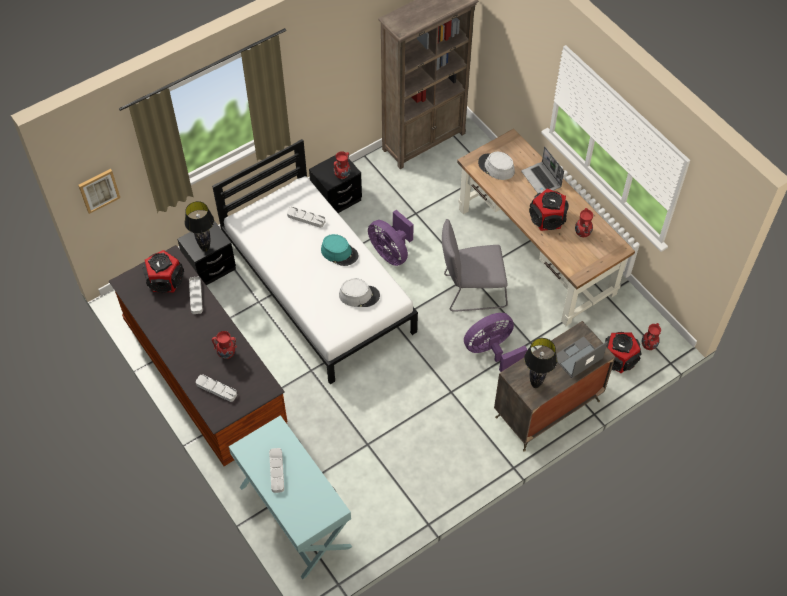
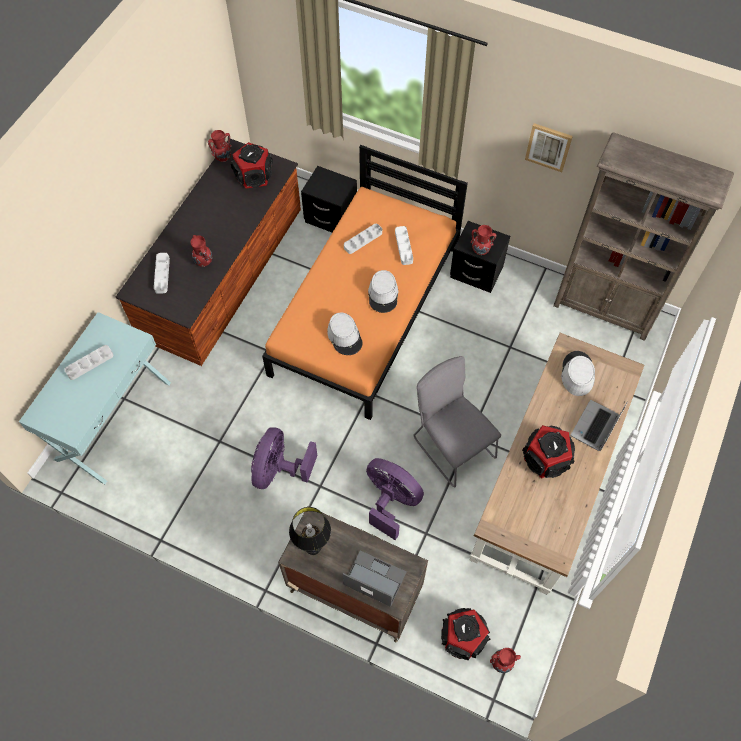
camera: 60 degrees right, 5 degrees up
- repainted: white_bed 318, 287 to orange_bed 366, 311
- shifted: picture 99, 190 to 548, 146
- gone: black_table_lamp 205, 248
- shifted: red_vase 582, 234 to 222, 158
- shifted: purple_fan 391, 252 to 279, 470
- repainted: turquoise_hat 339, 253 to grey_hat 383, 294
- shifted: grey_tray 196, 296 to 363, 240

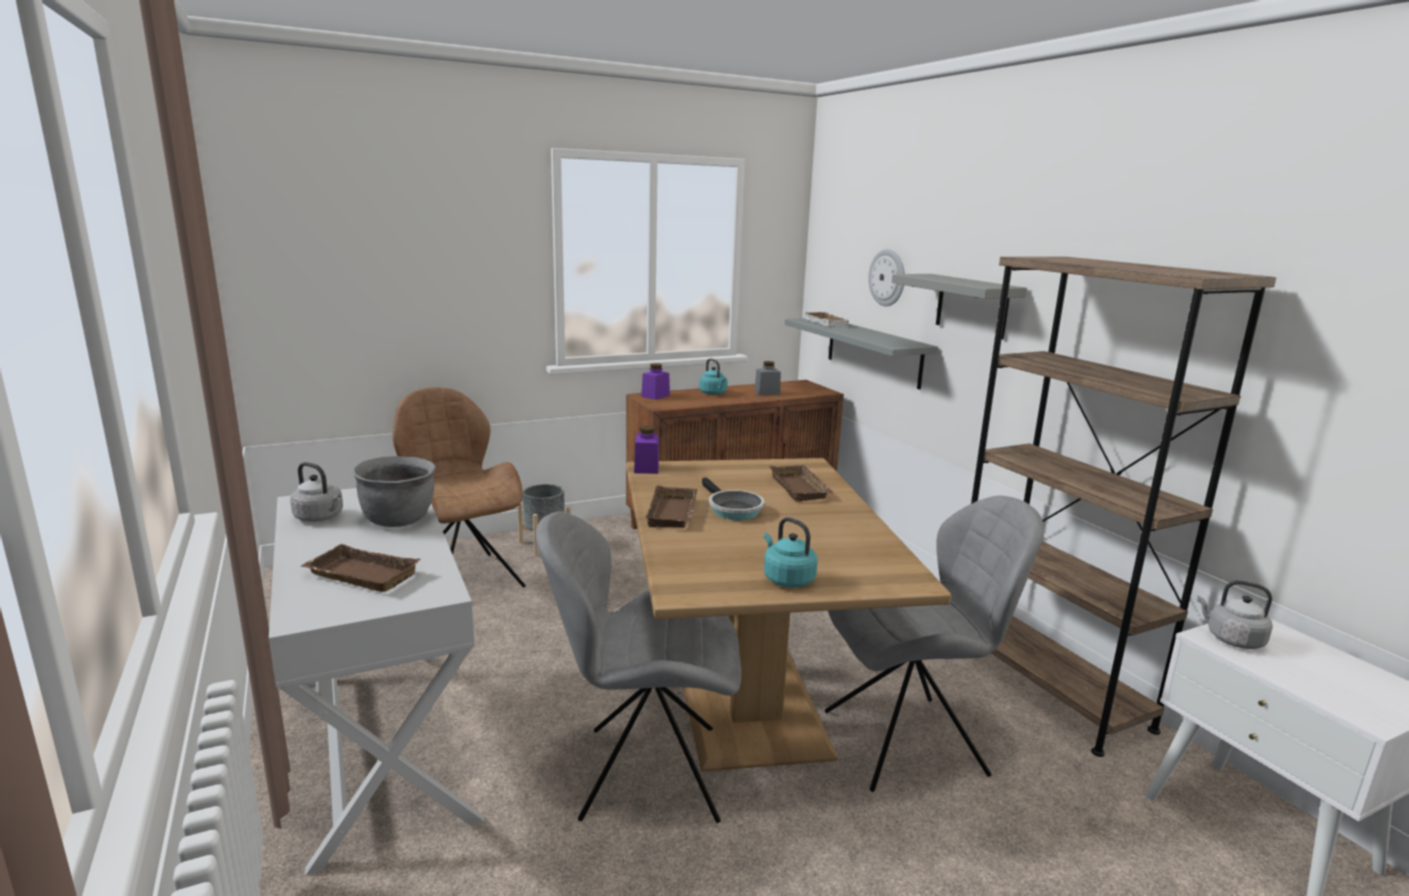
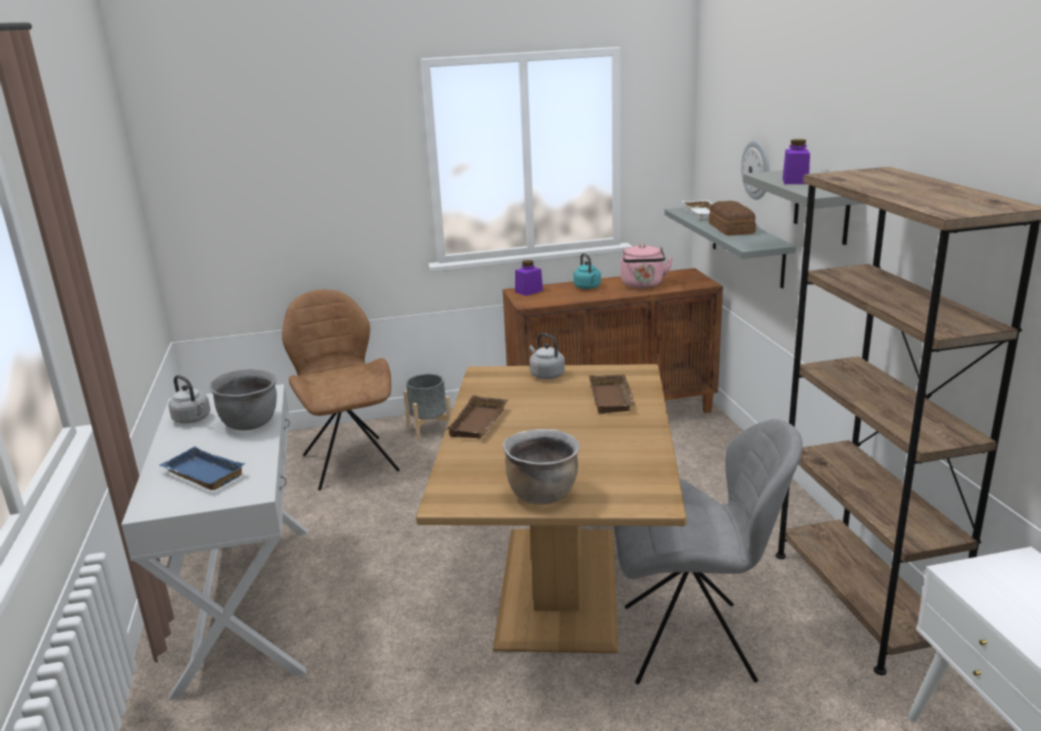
camera: 15 degrees right, 5 degrees up
- swapped: grey_jar 767, 392 to pink_kettle 642, 285
- shifted: purple_jar 646, 468 to 795, 181
- gone: frying_pan 732, 509
- gone: grey_chair 645, 773
- swapped: turquoise_kettle 786, 579 to brown_cooking_pot 542, 494
- repainted: brown_tray 359, 576 to blue_tray 201, 475
- shifted: grey_kettle 1231, 639 to 546, 374
- new: bread 730, 229

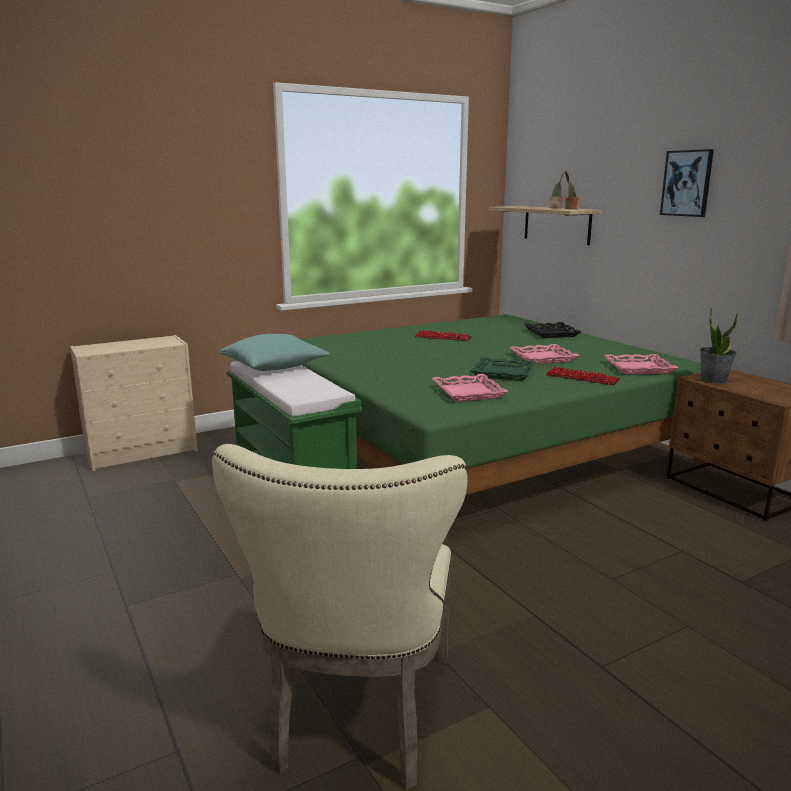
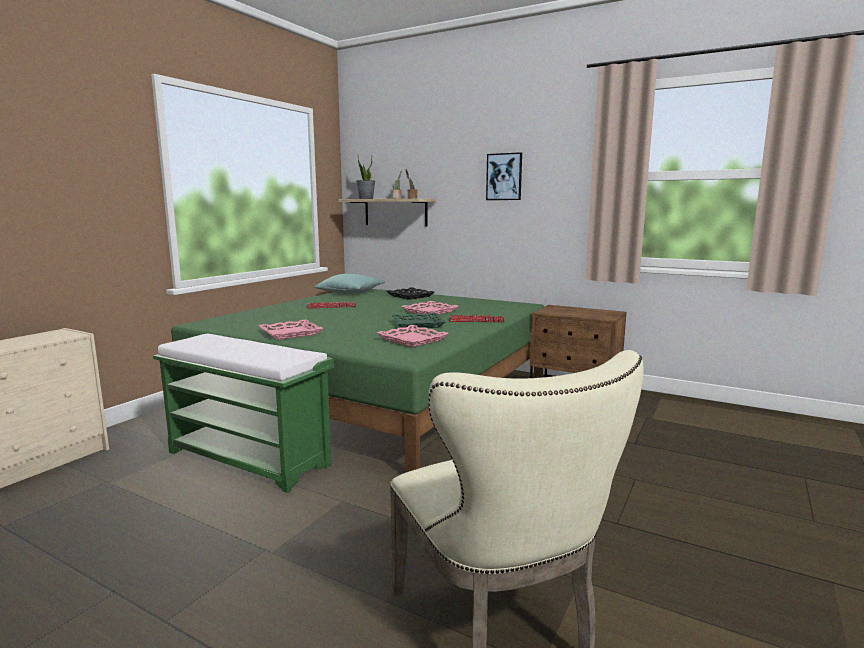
camera: 30 degrees left, 5 degrees down
- shifted: potted_plant 713, 380 to 366, 198
- shifted: turquoise_pillow 274, 366 to 350, 293
- shifted: pink_tray 639, 368 to 290, 333

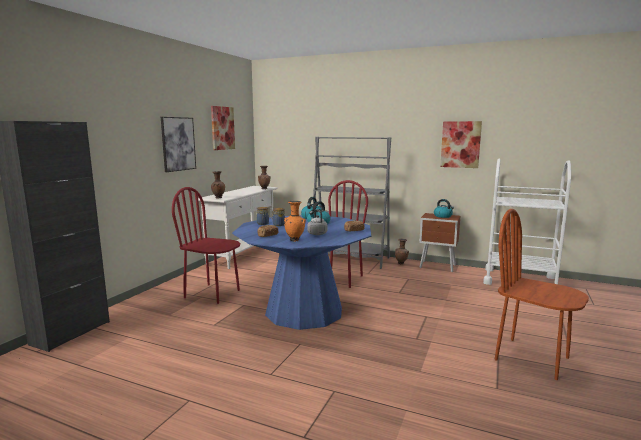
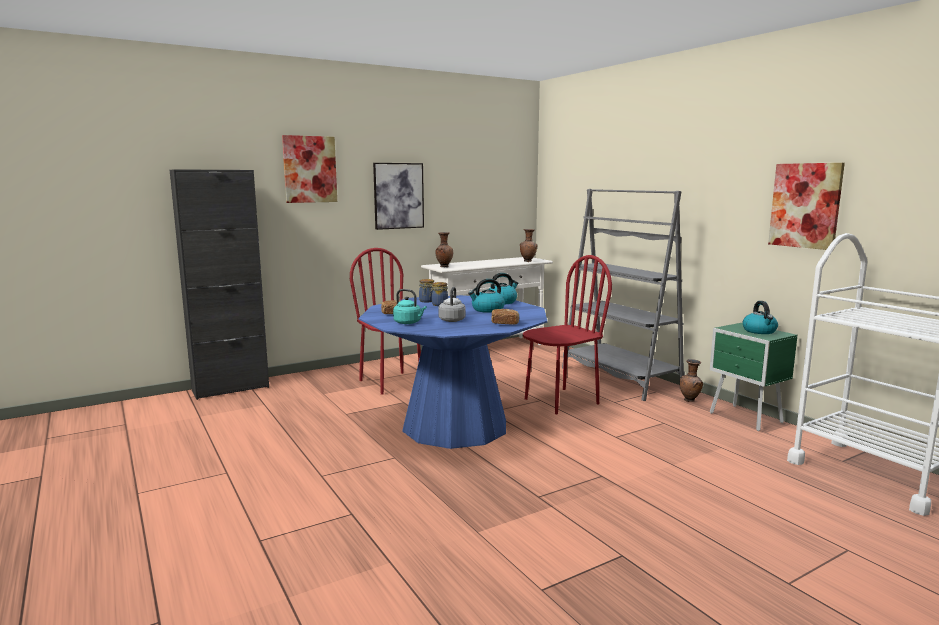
camera: 35 degrees right, 0 degrees up
- shifted: picture 222, 128 to 309, 169
- swapped: orange_vase 295, 240 to turquoise_kettle 409, 323
- gone: brown_chair 532, 358
- repainted: brown_nightstand 438, 267 to green_nightstand 746, 418

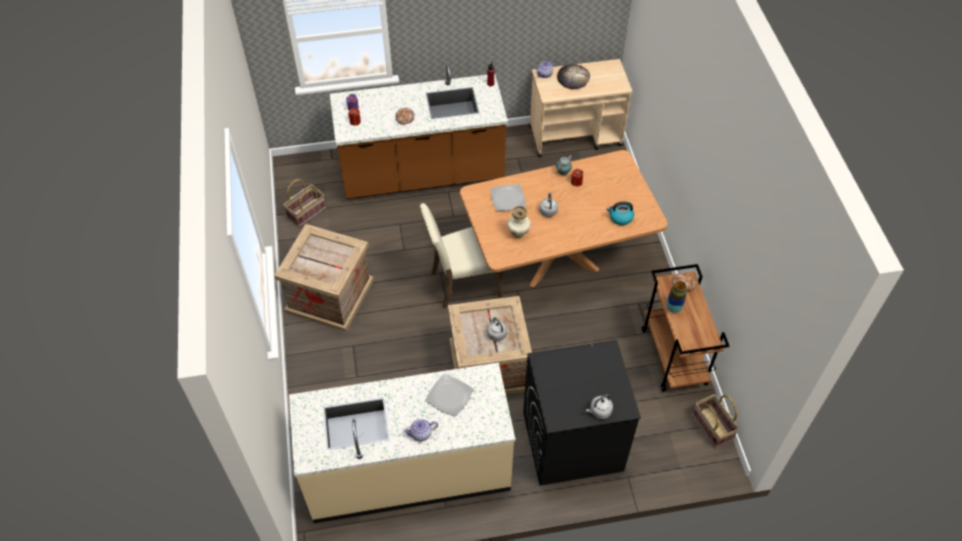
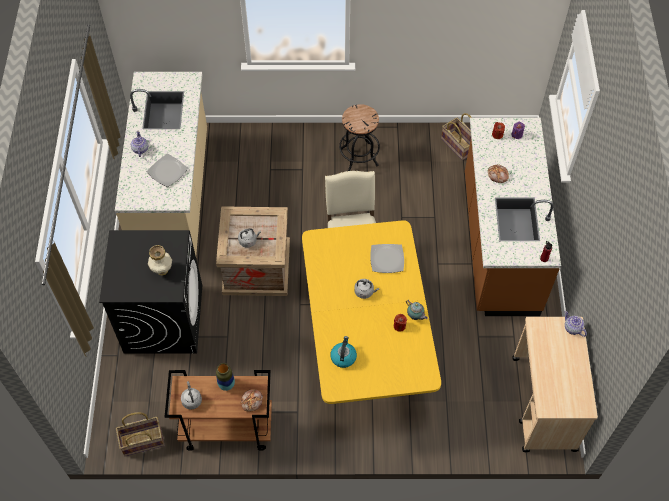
camera: 100 degrees right, 5 degrees up
- gone: bread 573, 78
- repainted: brown_dining_table 556, 260 to yellow_dining_table 365, 347
- shifted: vase 518, 234 to 162, 270
- swapped: crate 330, 295 to black_stool 359, 157
- shifted: grey_kettle 599, 411 to 191, 400

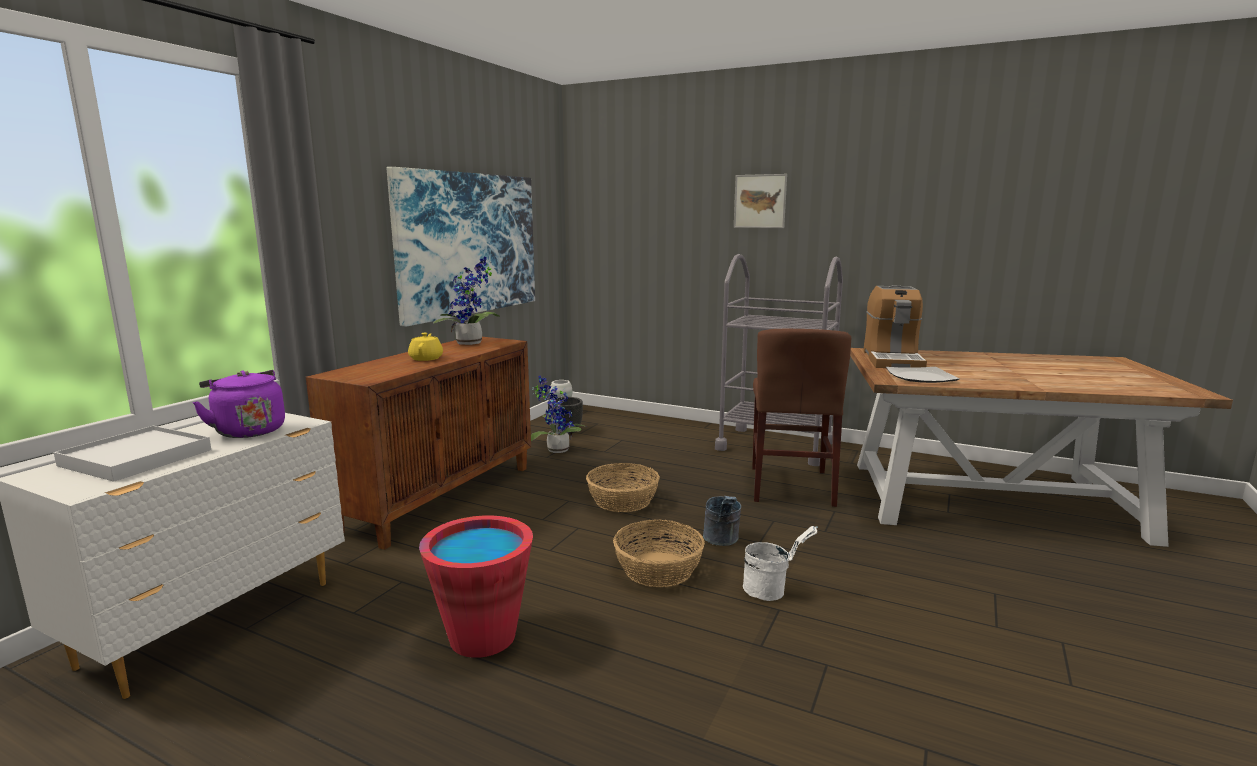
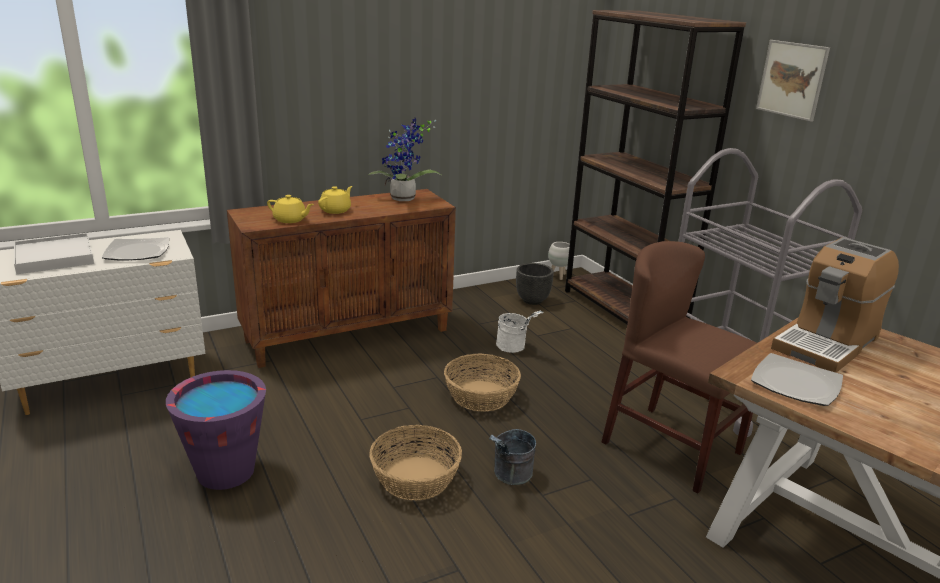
camera: 35 degrees right, 10 degrees up
- gone: picture 469, 244
- rotated: brown_chair 791, 485 = 672, 447 90 degrees clockwise
- swapped: purple_kettle 248, 430 to plate 138, 251
- gone: potted_plant 556, 449
- repainted: red_bucket 482, 637 to purple_bucket 225, 471
- shifted: white_bucket 772, 590 to 515, 348
- new: brown_bookcase 623, 311
- new: yellow_teapot 290, 220

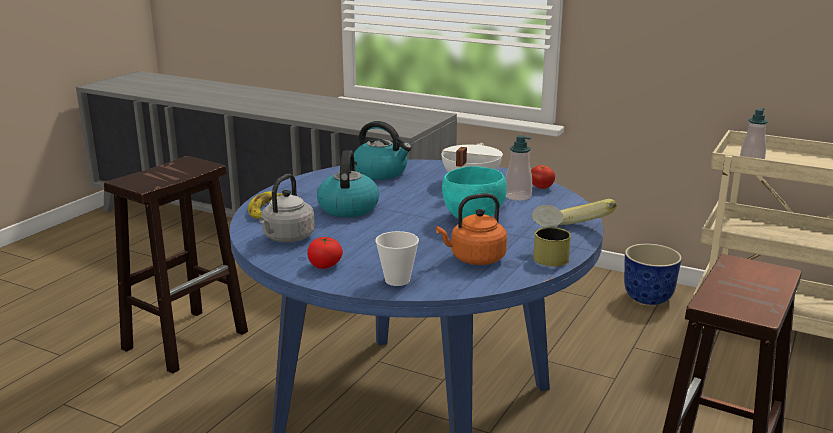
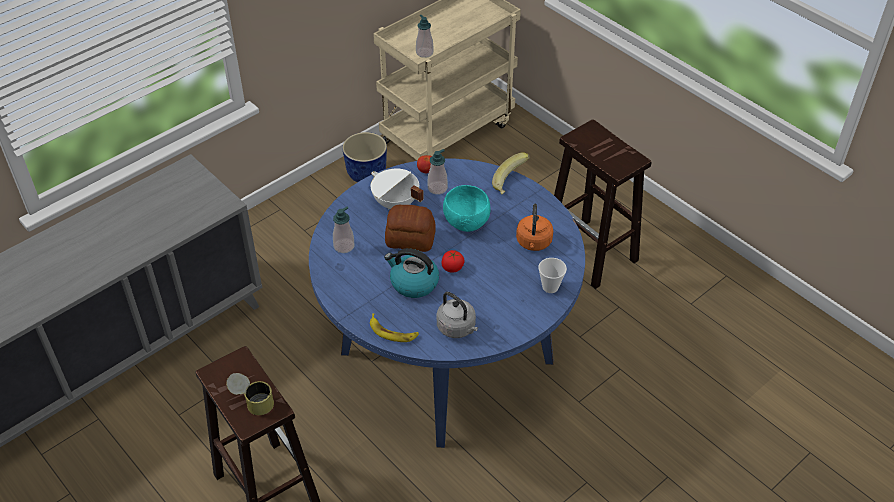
camera: 70 degrees left, 25 degrees up
- swapped: kettle 381, 173 to soap_dispenser 344, 246
- shifted: can 549, 254 to 252, 402
- shifted: tomato 325, 265 to 452, 267
- new: bread 410, 239

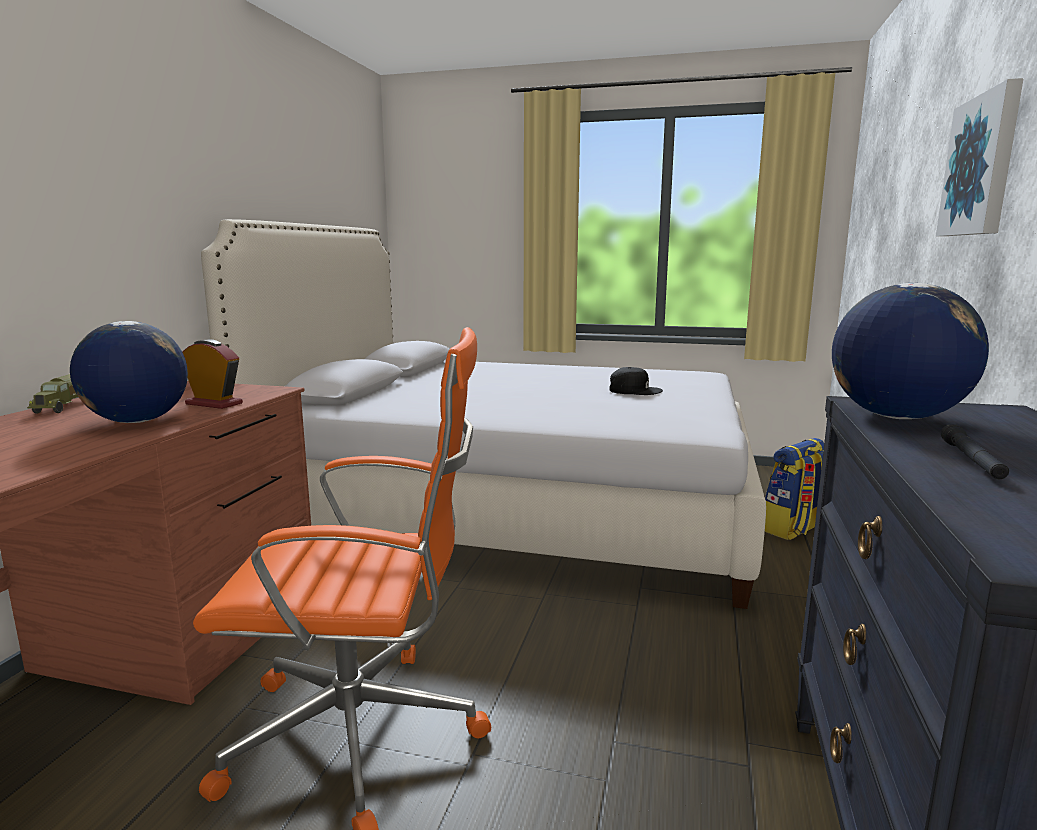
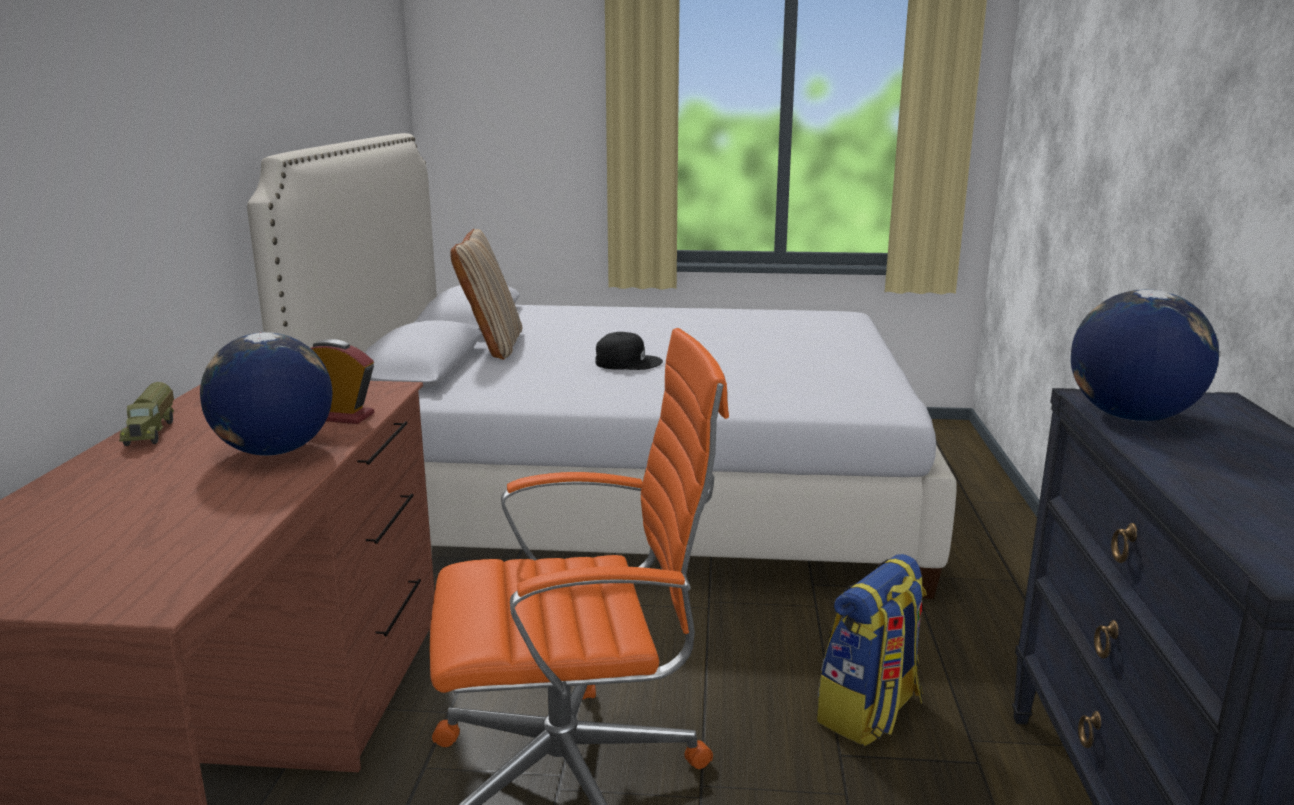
camera: 10 degrees left, 5 degrees up
- gone: picture 981, 166
- shifted: black_cap 634, 390 to 627, 362
- gone: black_flashlight 971, 461
- shifted: backpack 793, 529 to 870, 712
- new: beige_pillow 491, 345

